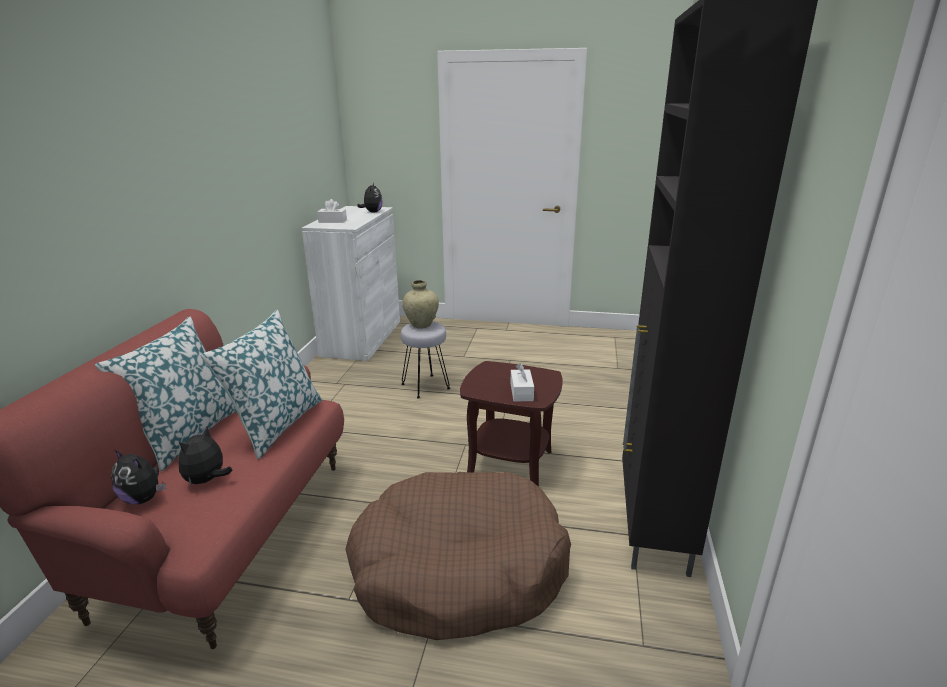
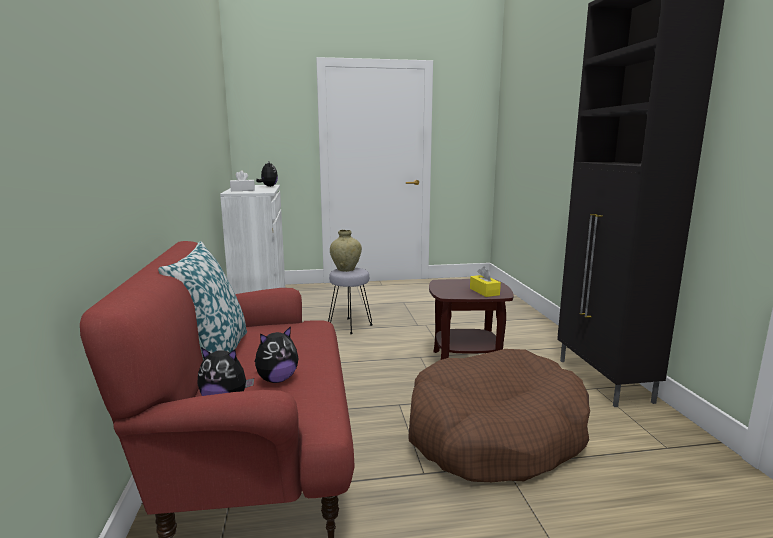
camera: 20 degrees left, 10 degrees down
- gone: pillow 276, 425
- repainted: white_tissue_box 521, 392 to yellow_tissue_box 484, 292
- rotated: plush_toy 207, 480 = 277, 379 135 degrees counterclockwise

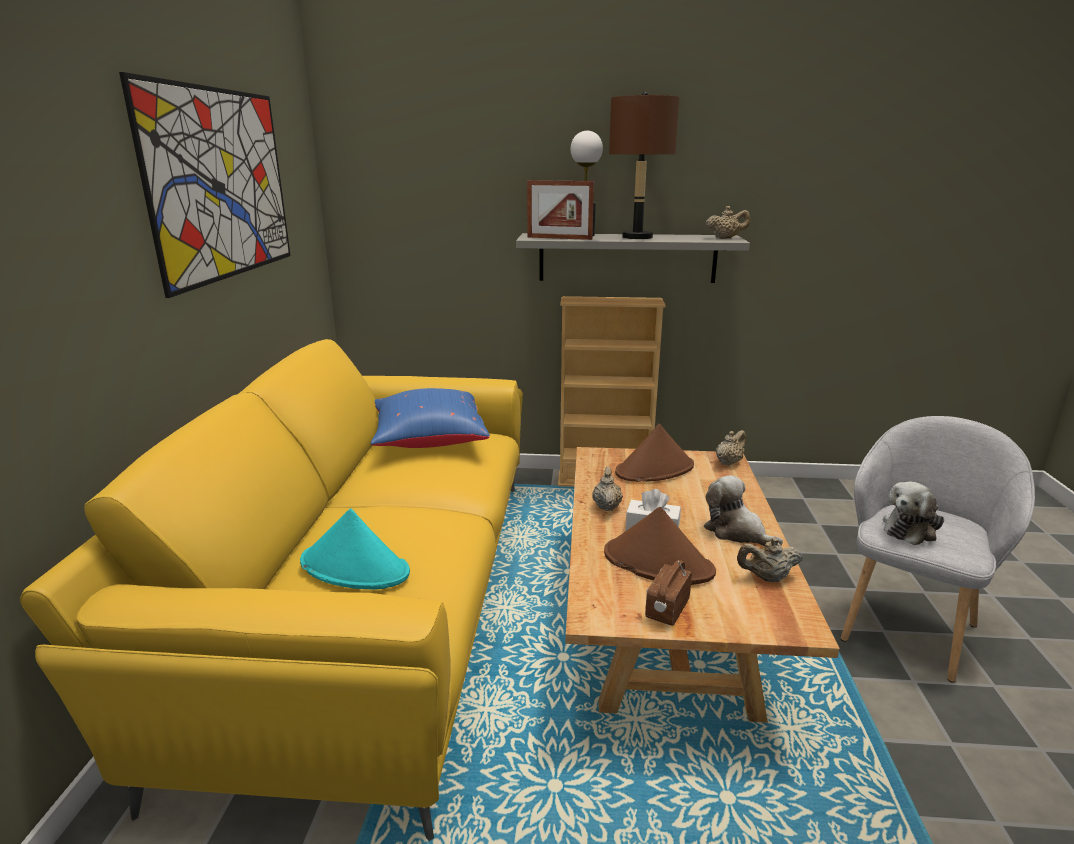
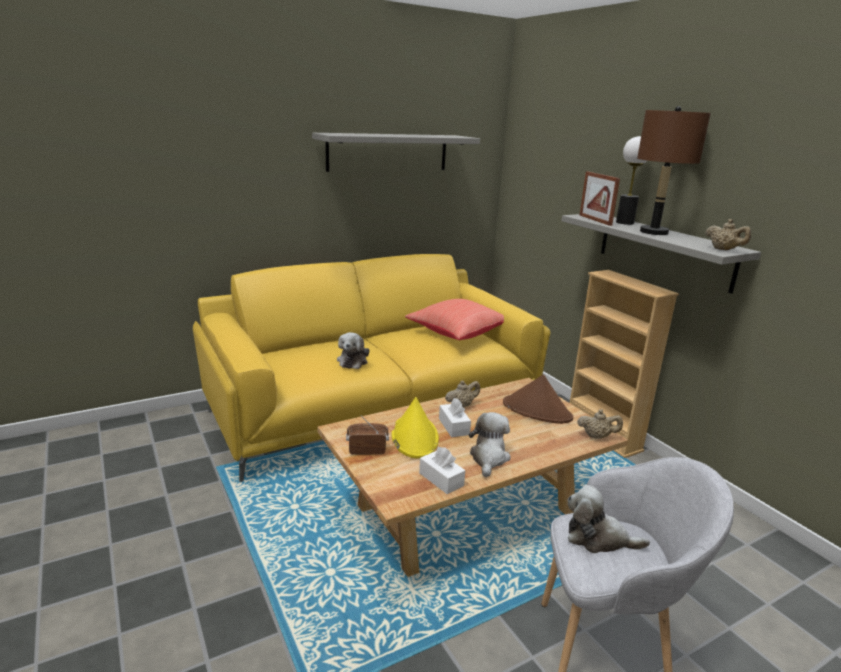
camera: 55 degrees right, 0 degrees up
- swapped: picture 222, 184 to grey_shelf 388, 152
- repainted: blue_pillow 428, 440 to red_pillow 457, 333
- repainted: brown_hat 657, 562 to yellow_hat 414, 437
- gone: turquoise_hat 355, 567
- swapped: beige_teapot 767, 578 to white_tissue_box 441, 479
- new: plush_toy 353, 361

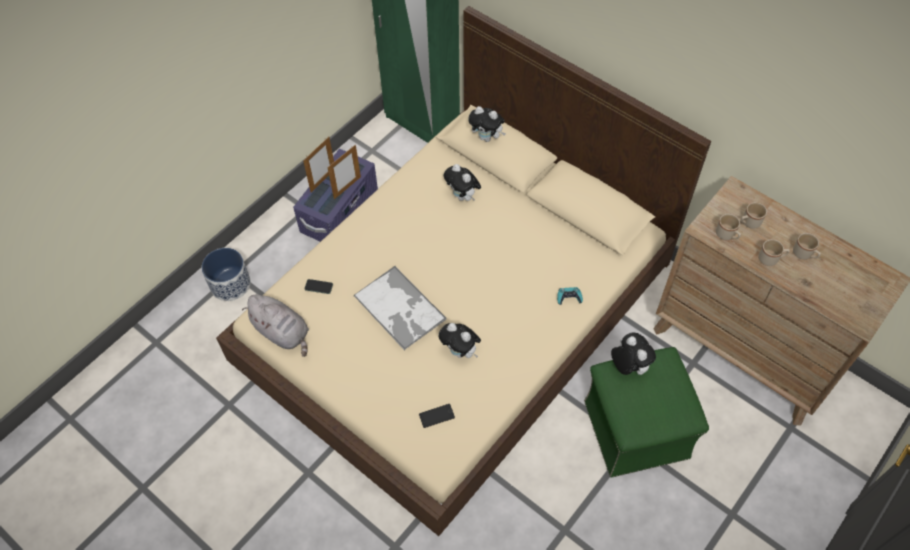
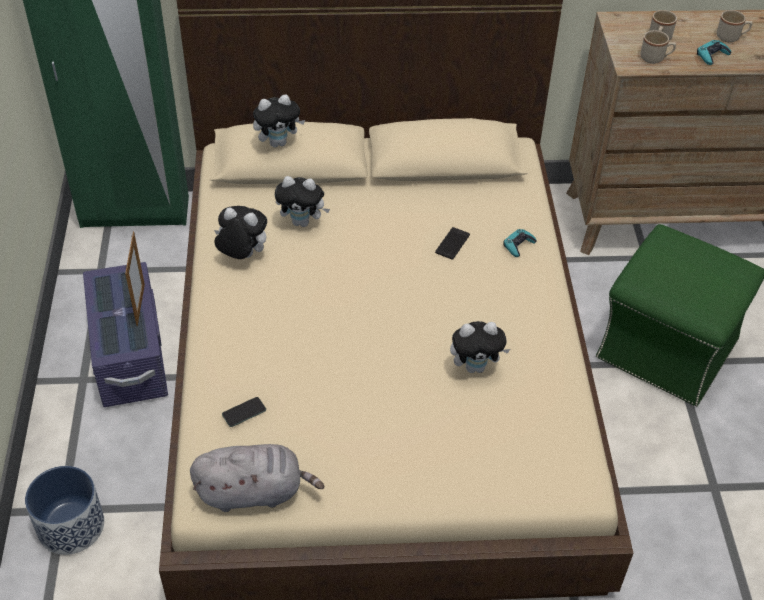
camera: 45 degrees left, 10 degrees down
- gone: picture_frame 323, 180
- swapped: beige_mug 771, 259 to turquoise_game_controller 712, 55
- gone: tray 400, 308
- shifted: plush_toy 628, 366 to 242, 256
- shifted: phone 436, 416 to 452, 243

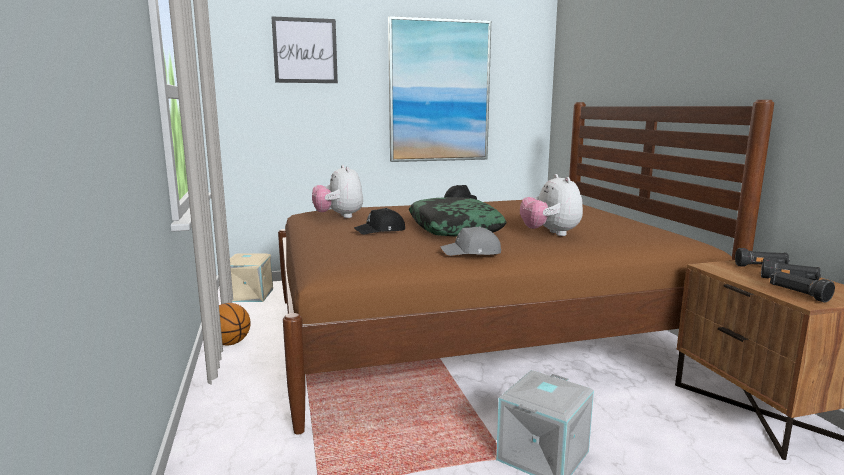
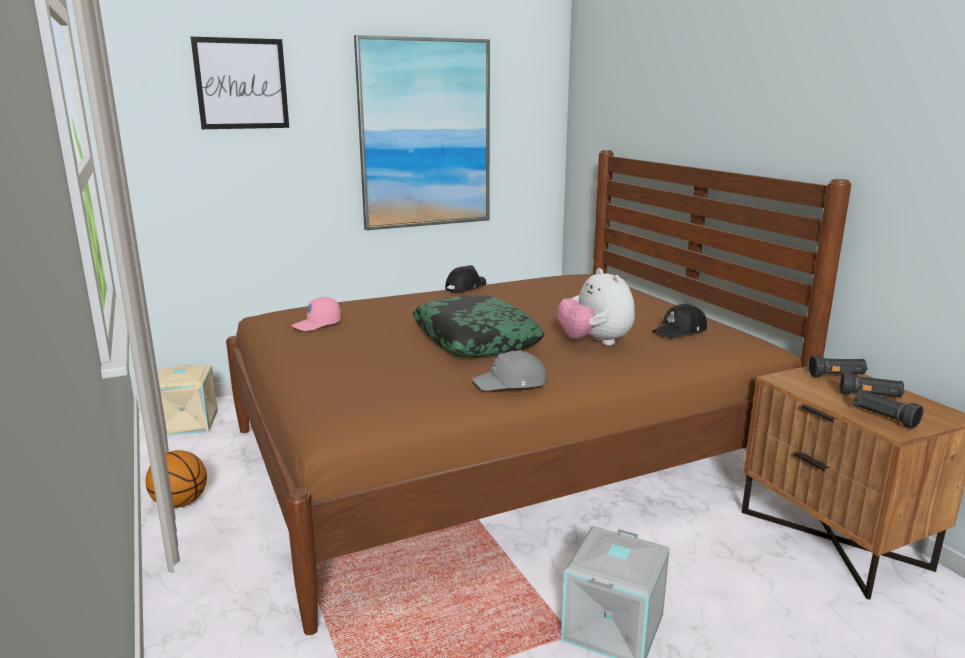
camera: 10 degrees left, 5 degrees up
- swapped: plush_toy 339, 216 to pink_cap 317, 324
- shifted: black_cap 381, 231 to 680, 331

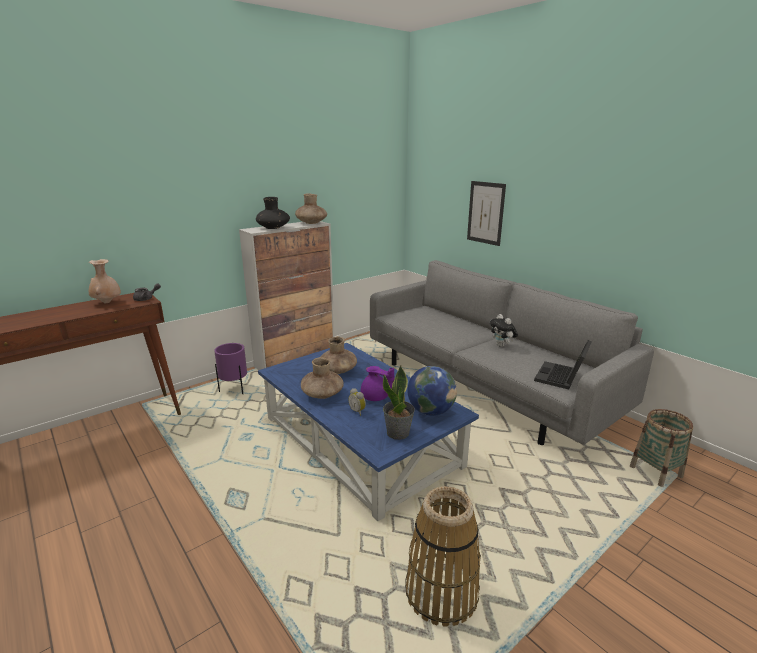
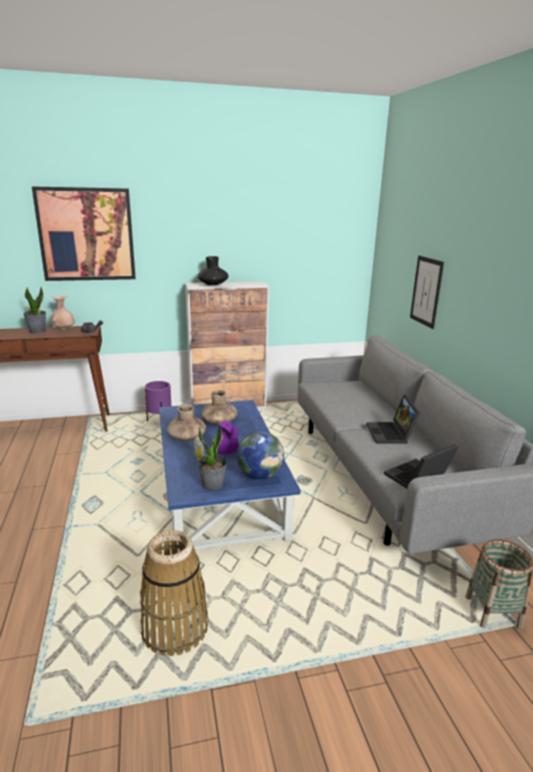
camera: 25 degrees right, 0 degrees up
- gone: brown_vase 311, 223
- swapped: plush_toy 502, 346 to laptop 391, 434
- new: picture 86, 234
- new: potted_plant 37, 331

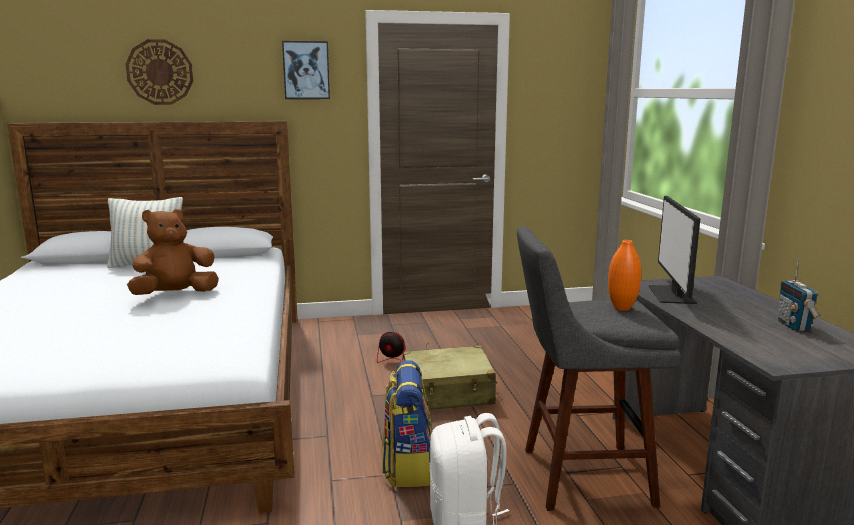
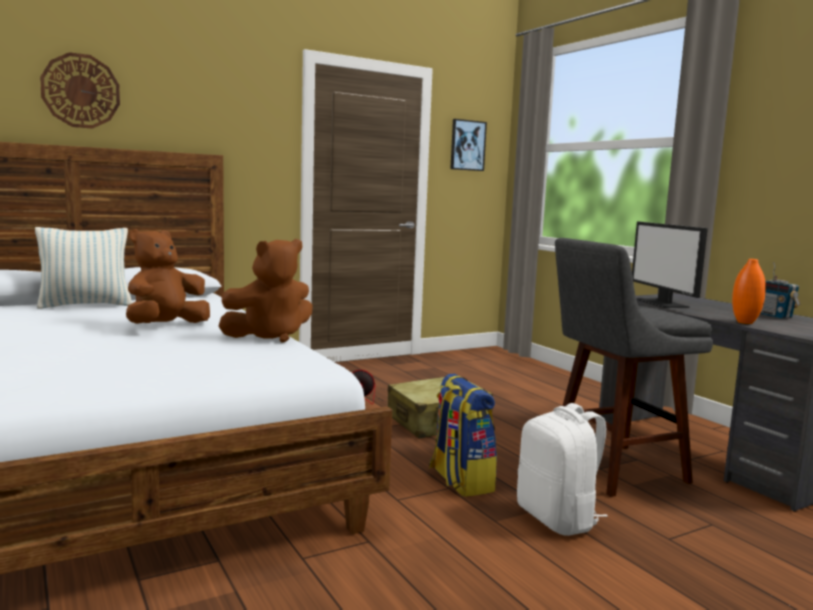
camera: 20 degrees left, 5 degrees down
- shifted: picture 306, 70 to 467, 145
- shifted: orange_vase 622, 308 to 745, 322
- new: brown_plush_toy 270, 336

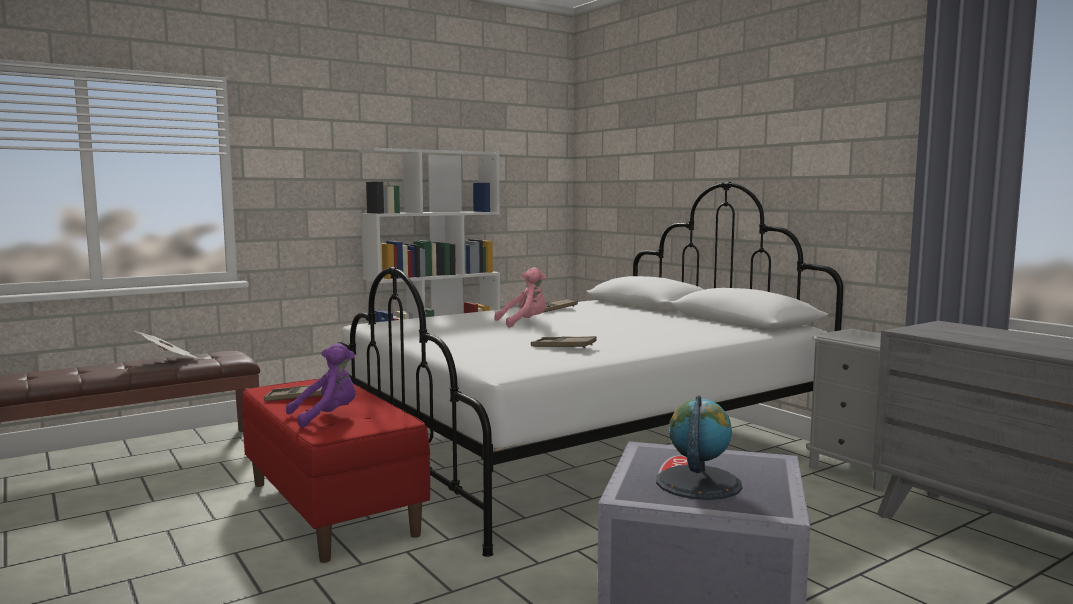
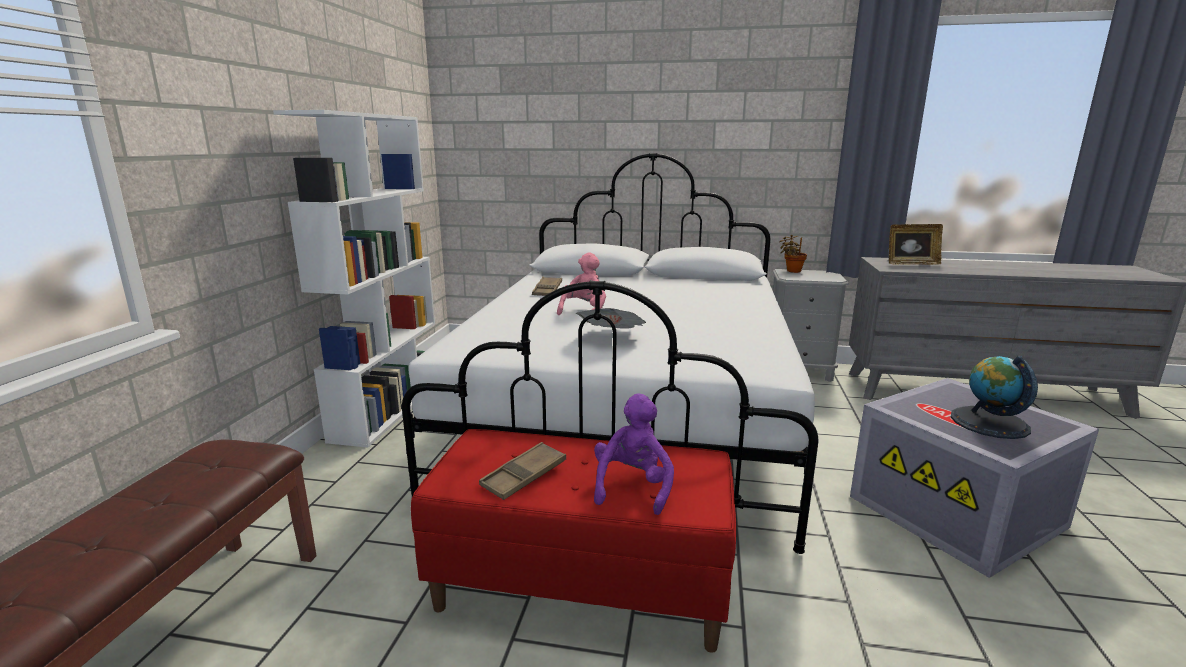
camera: 45 degrees left, 10 degrees up
- shifted: newspaper 170, 361 to 612, 337
- gone: brown_tray 563, 347
- new: picture_frame 911, 263
- new: potted_plant 792, 271

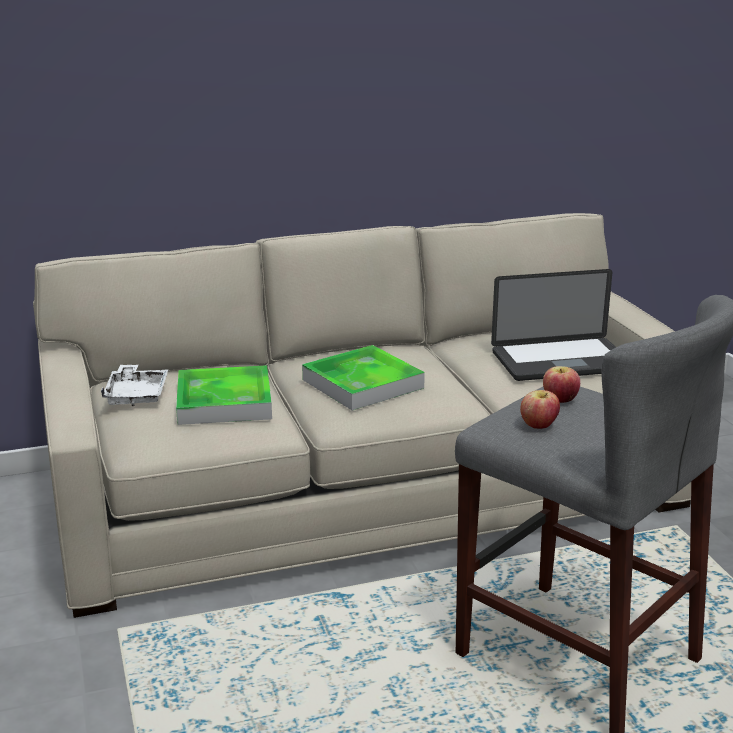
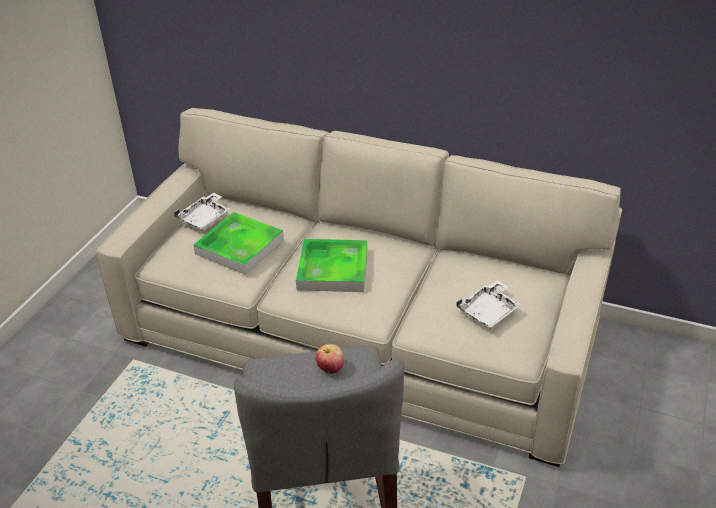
camera: 40 degrees right, 15 degrees up
- swapped: laptop 561, 362 to white_tray 489, 312
- gone: apple 538, 426

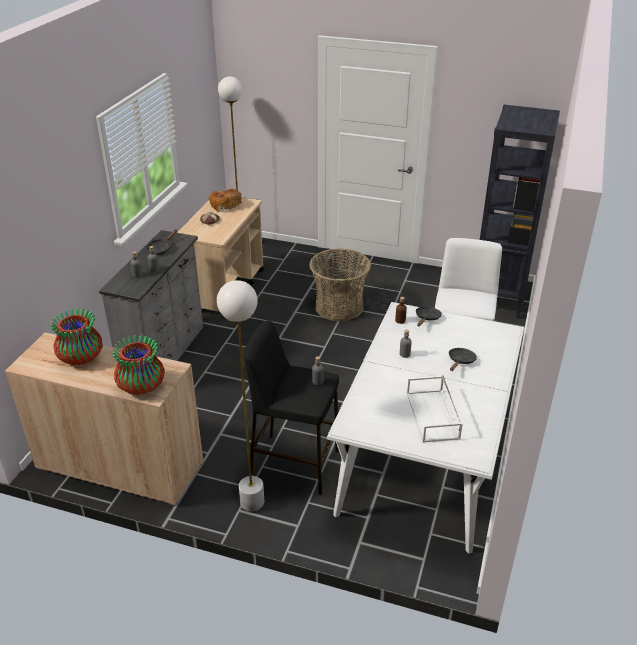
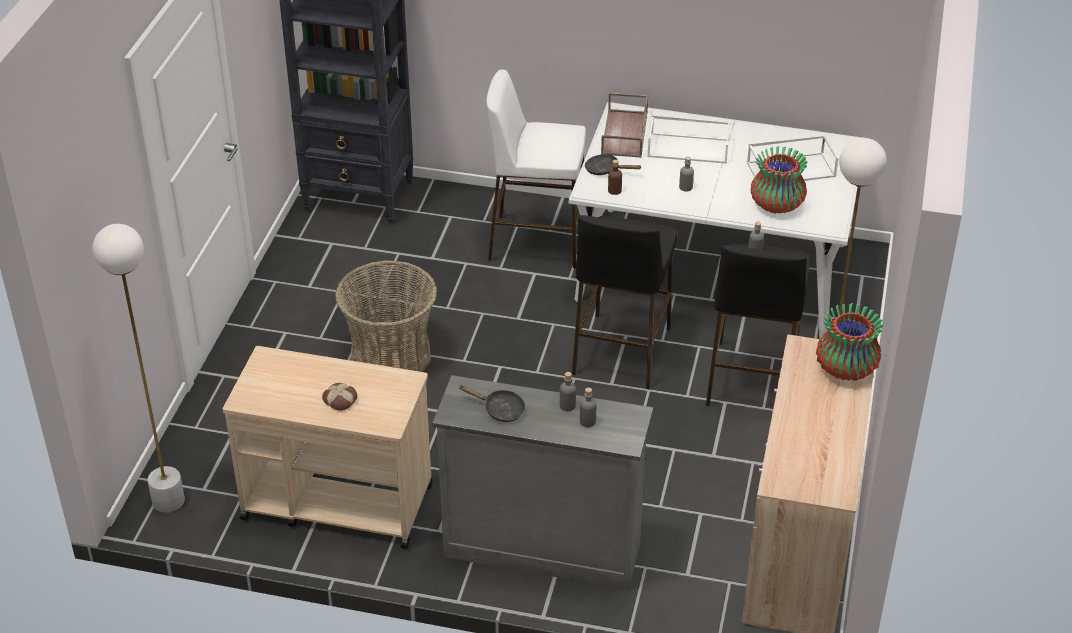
camera: 95 degrees left, 5 degrees up
- gone: bread 225, 204
- shifted: vase 81, 358 to 777, 205
- swapped: black_frying_pan 460, 361 to white_tray 689, 148
- new: brown_tray 625, 134
- new: black_stool 621, 351

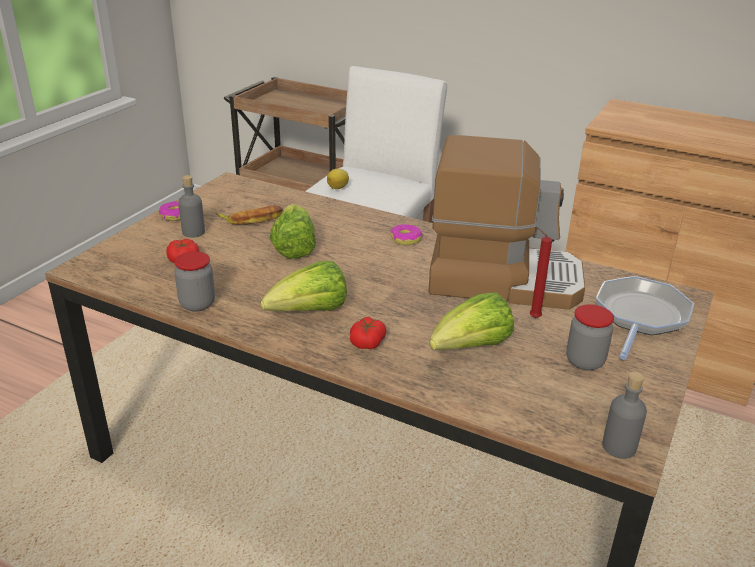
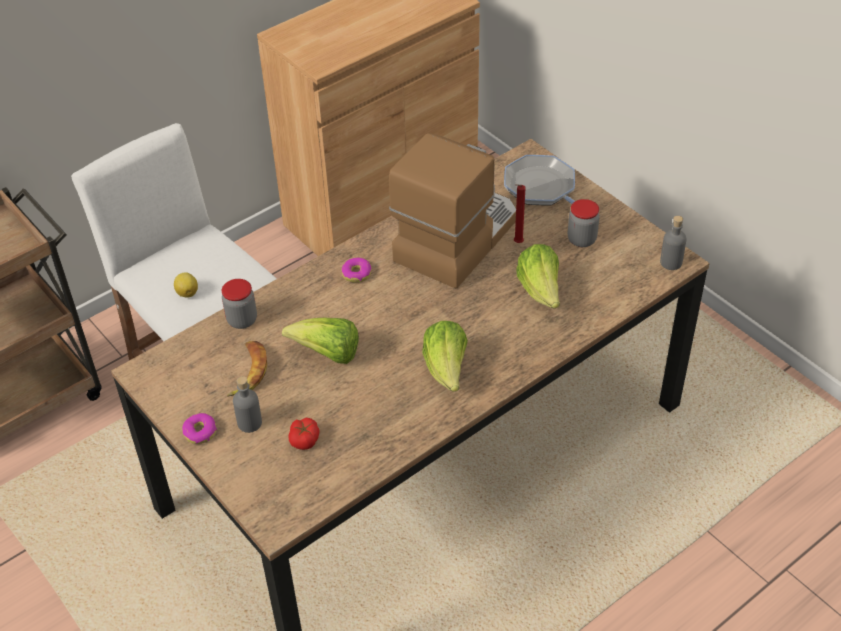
camera: 65 degrees left, 15 degrees up
- shifted: jar 197, 304 to 242, 320
- gone: tomato 367, 342

